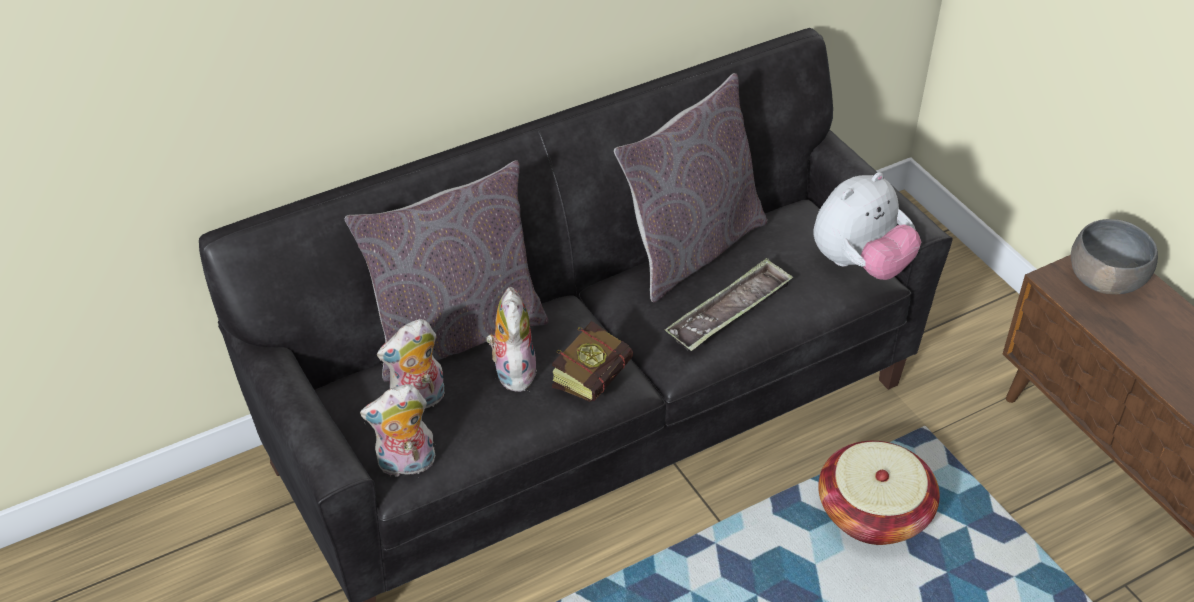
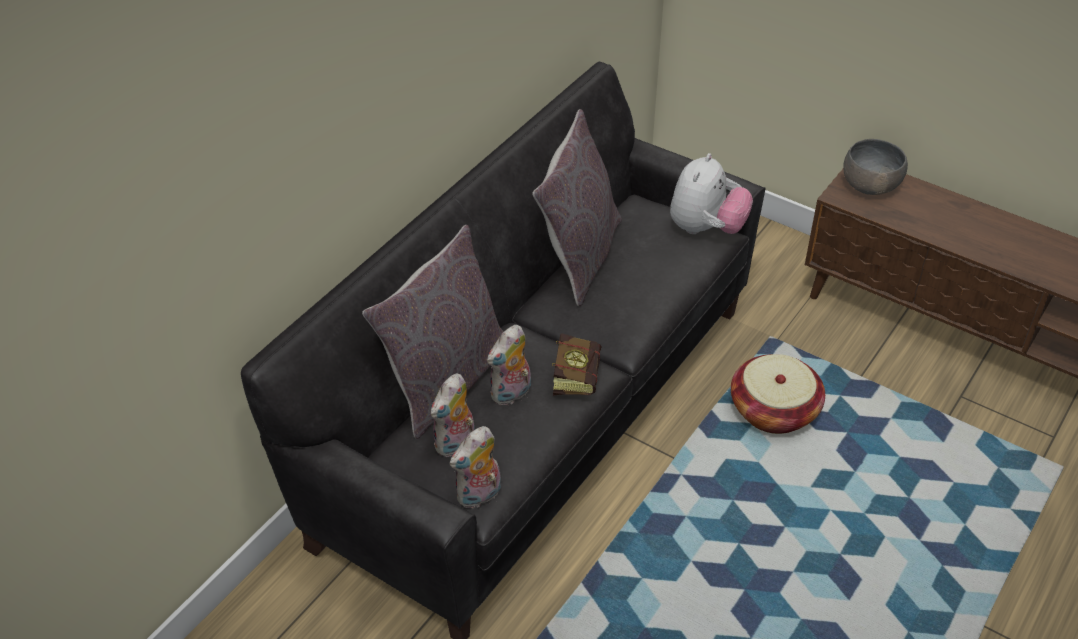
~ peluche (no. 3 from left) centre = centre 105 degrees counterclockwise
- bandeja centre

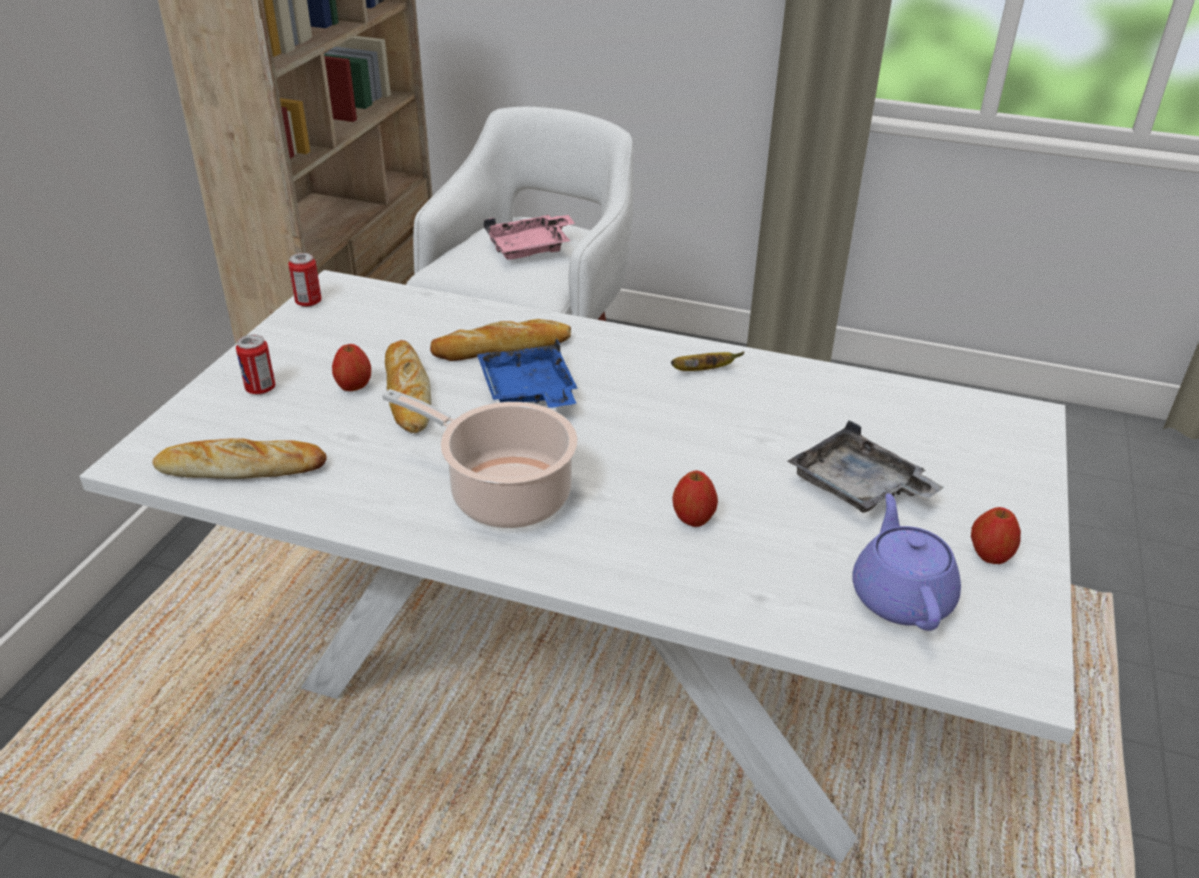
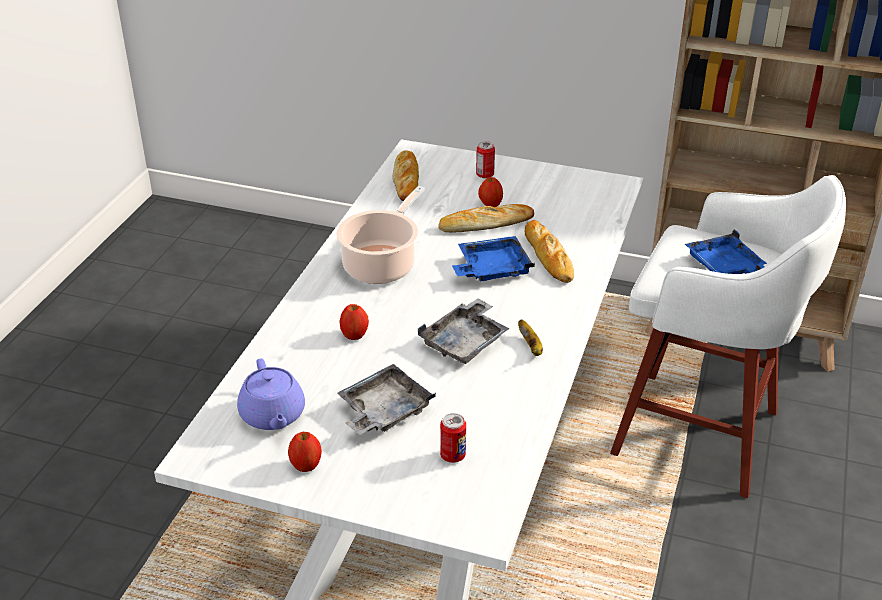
~ lata (no. 2 from left in the first image) top left to lata (no. 1 from left) bottom centre
~ bandeja/rosa top centre to bandeja/azul (no. 2 from left) middle right
~ tetera/morado middle right = middle left 75 degrees clockwise
+ bandeja/gris (no. 2 from left) centre

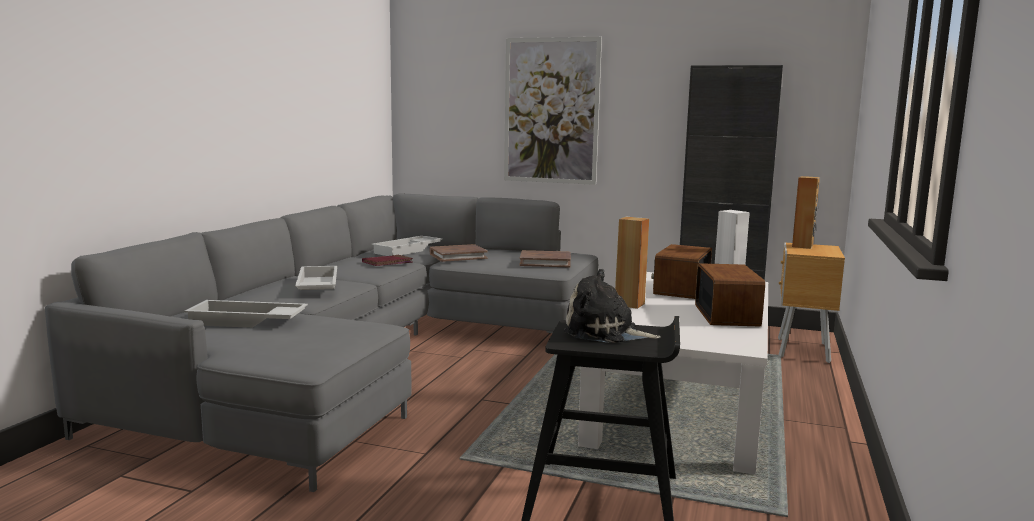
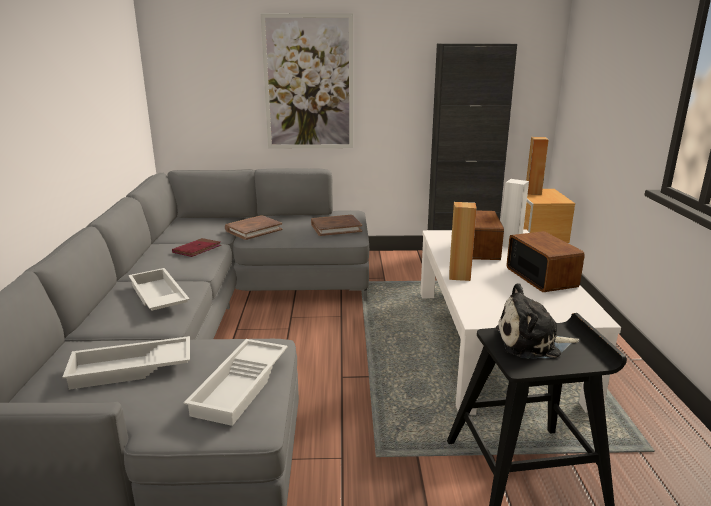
~ bandeja/blanco (no. 3 from left) centre to bottom left

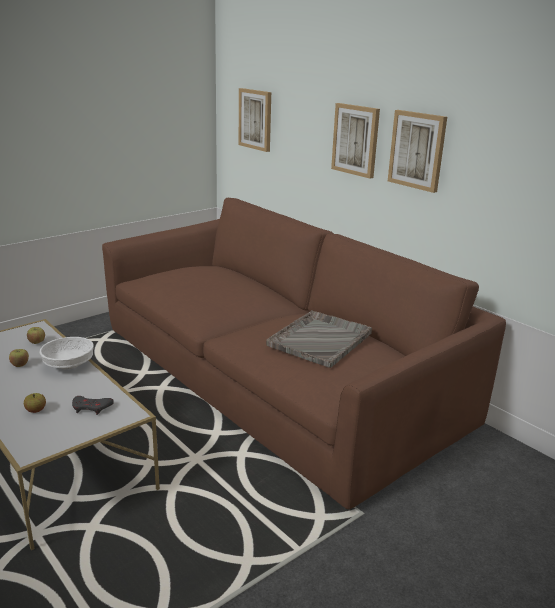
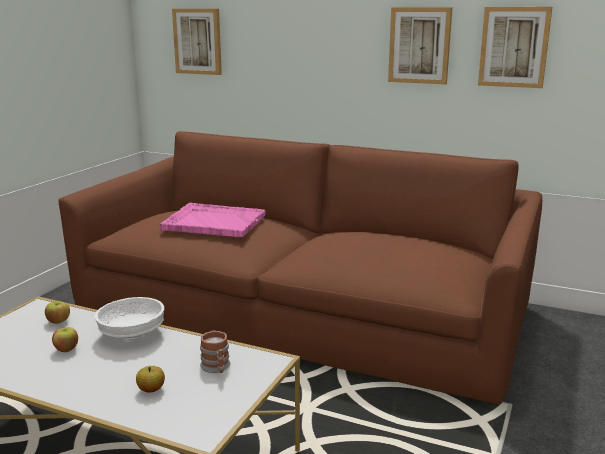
~ mando de consola/gris middle left to taza grande bottom centre
- bandeja/gris centre
~ cuadro (no. 2 from left in the first image) top centre to cuadro (no. 3 from left) top right
+ bandeja/rosa centre

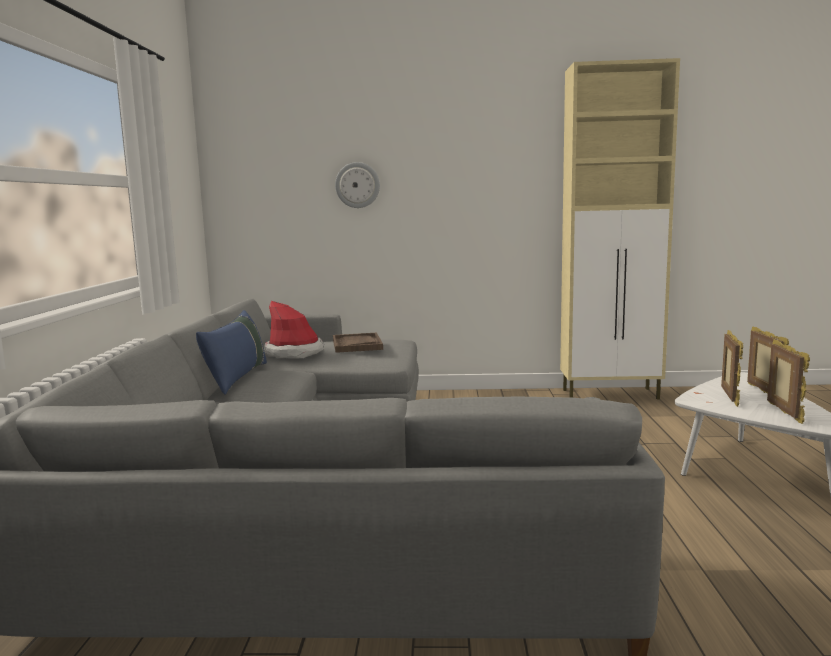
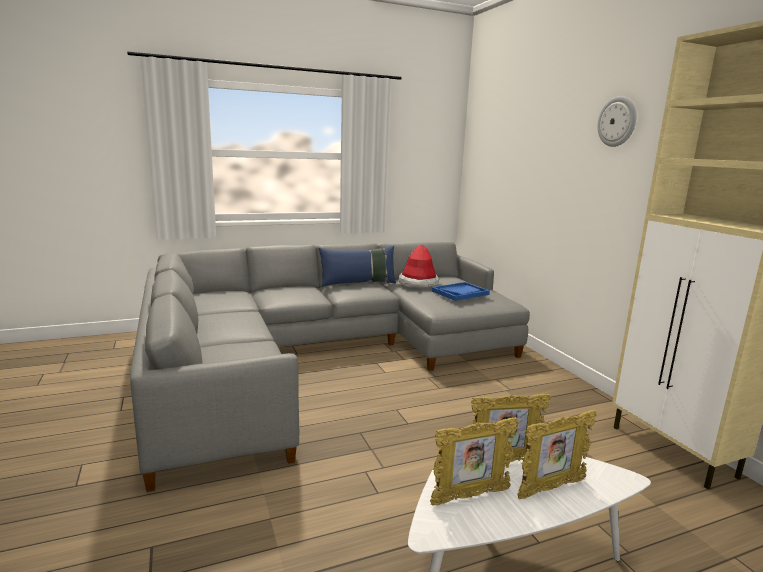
~ bandeja/marrón centre to bandeja/azul centre
~ reloj de pared top centre to top right

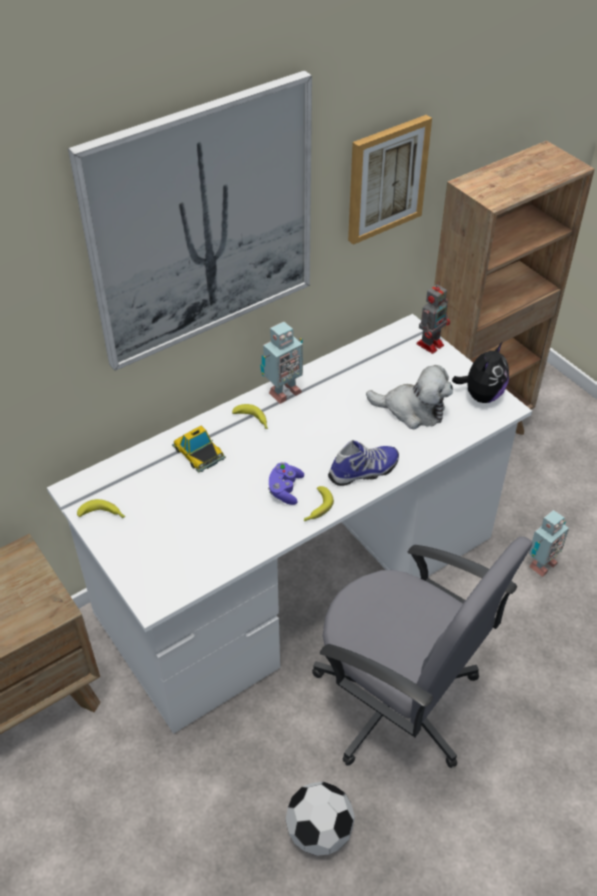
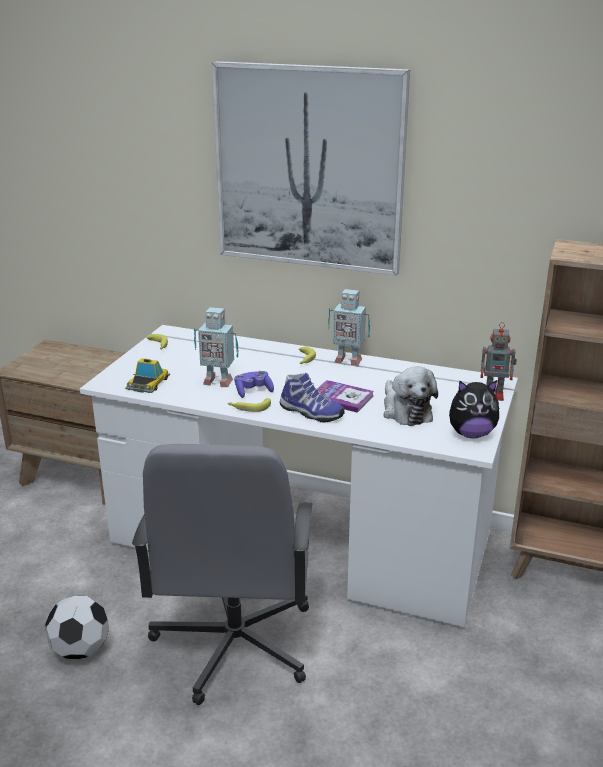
~ coche de juguete centre to middle left
- cuadro (no. 2 from left) top centre
~ robot de juguete (no. 3 from left in the first image) middle right to robot de juguete (no. 1 from left) centre
+ libro centre

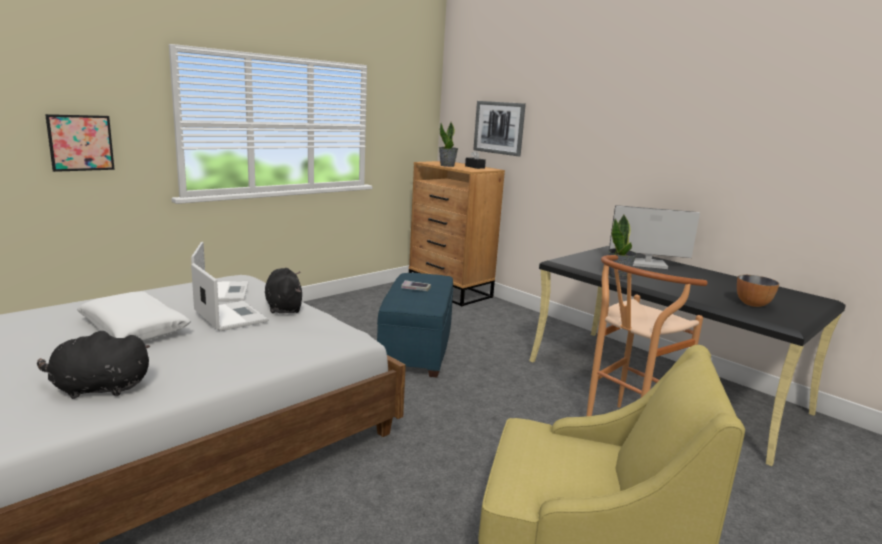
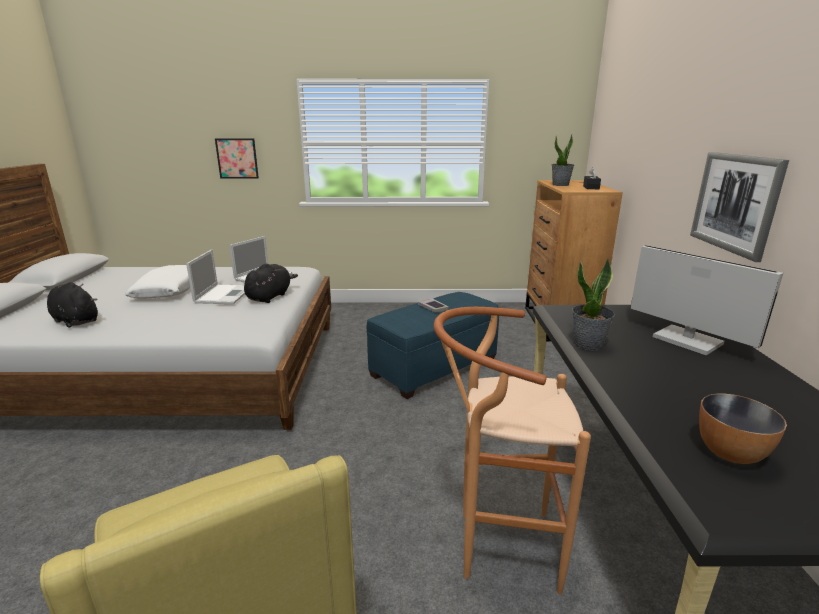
~ cuadro (no. 2 from left) top centre to middle right

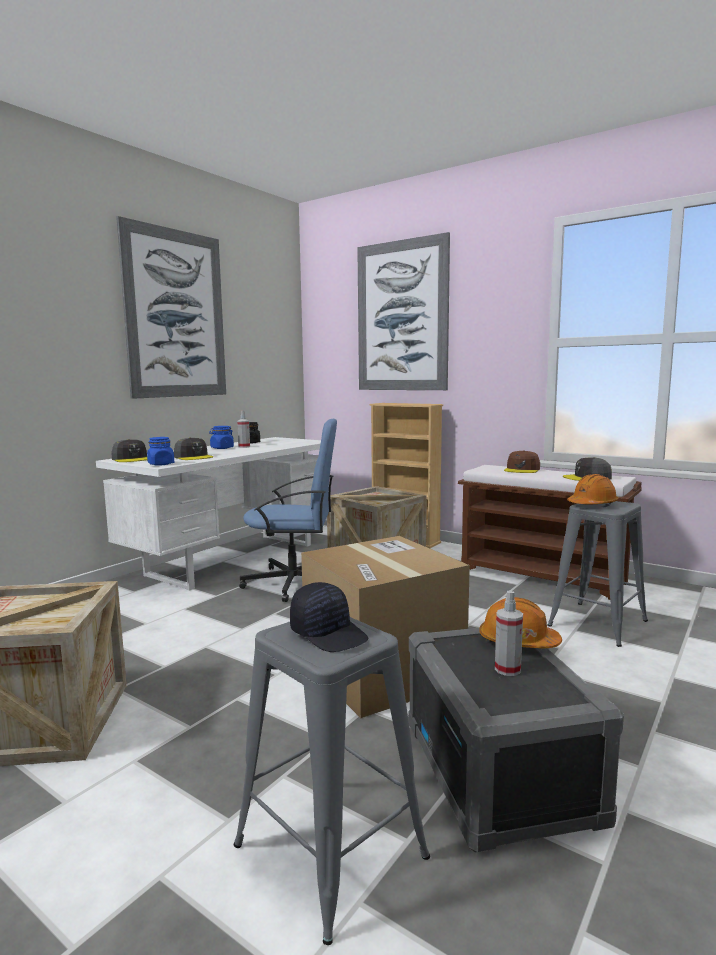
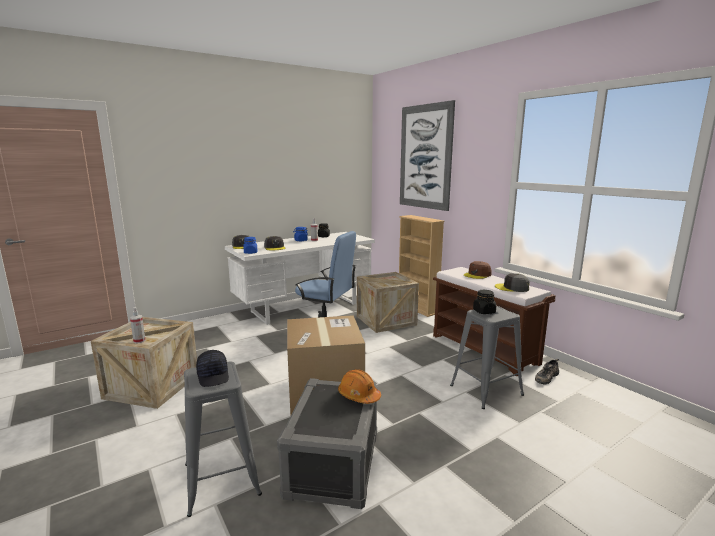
- cuadro (no. 1 from left) top left
~ pulverizador (no. 2 from left in the first image) middle right to pulverizador (no. 1 from left) middle left
~ casco/naranja (no. 2 from left) middle right to tarro/negro (no. 2 from left) middle right
+ zapato bottom right

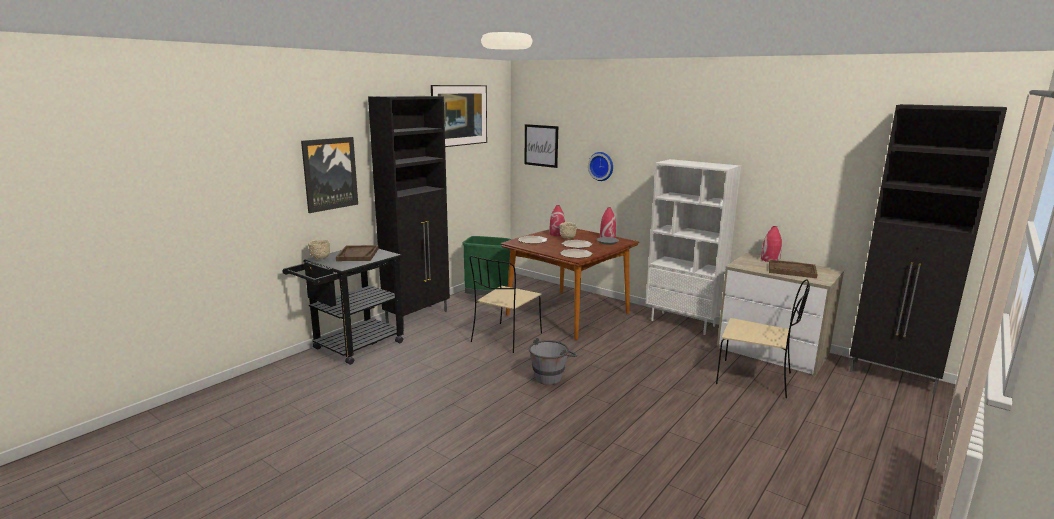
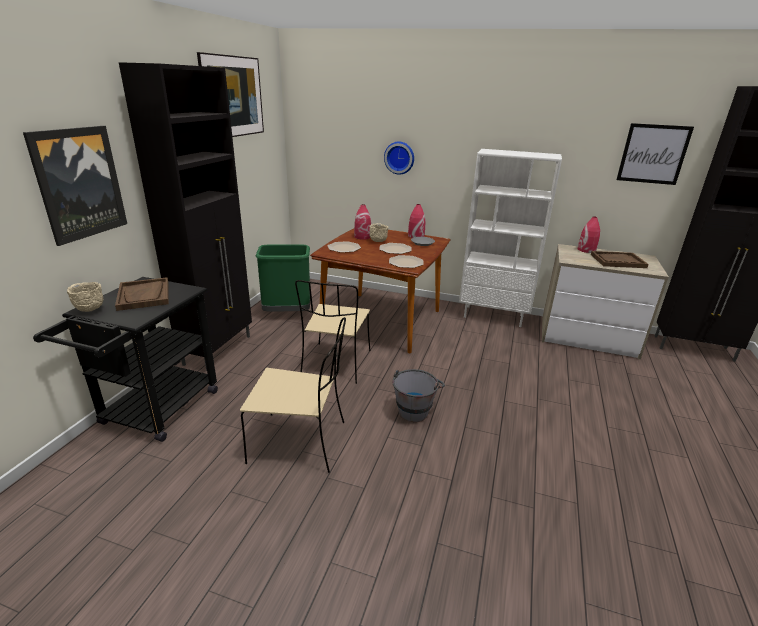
~ cuadro (no. 3 from left) top centre to top right
~ silla/beis (no. 2 from left in the first image) middle right to silla/beis (no. 1 from left) centre

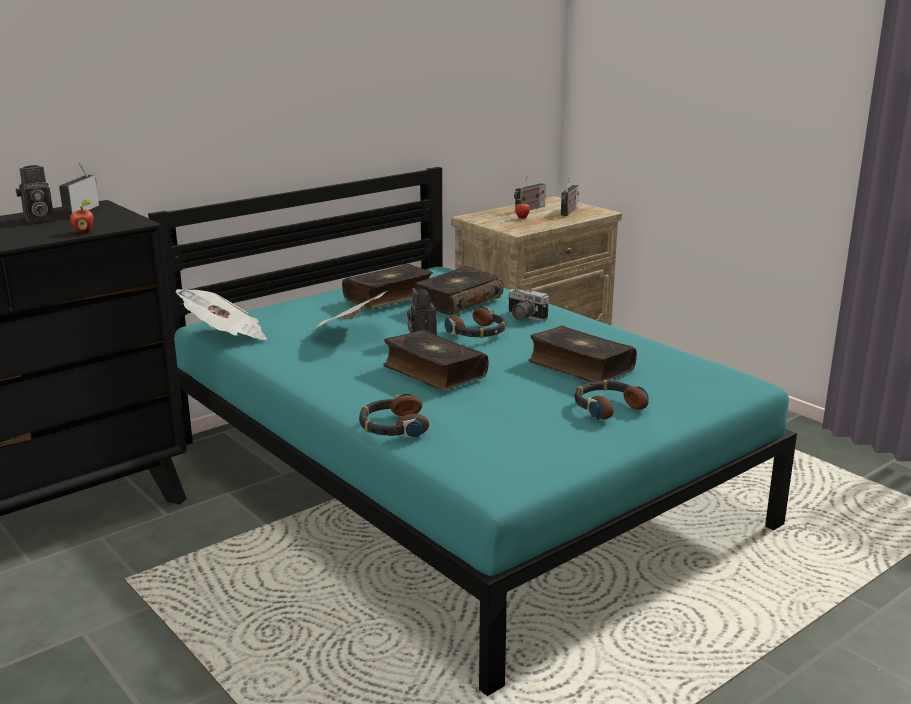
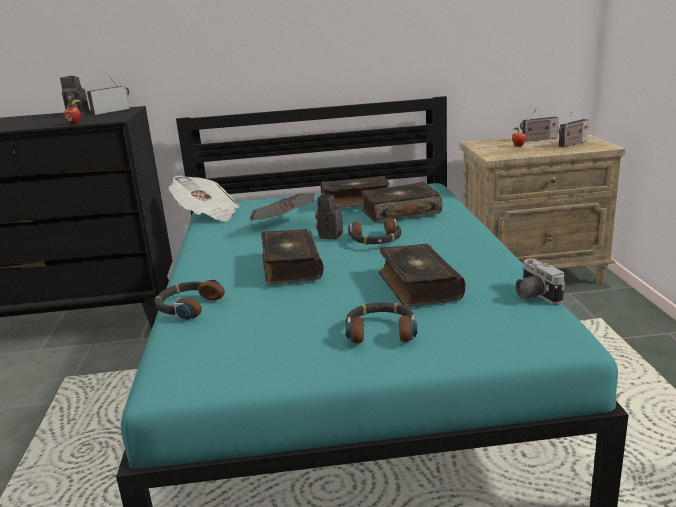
~ cámara (no. 3 from left) centre to middle right

